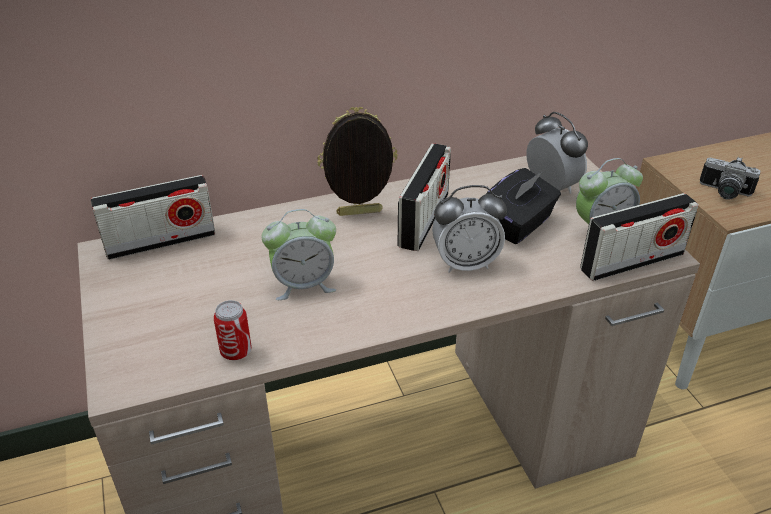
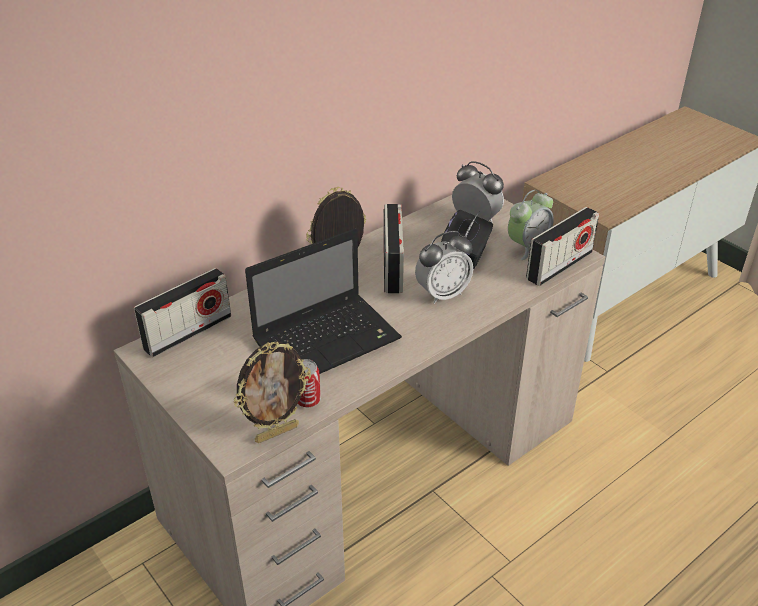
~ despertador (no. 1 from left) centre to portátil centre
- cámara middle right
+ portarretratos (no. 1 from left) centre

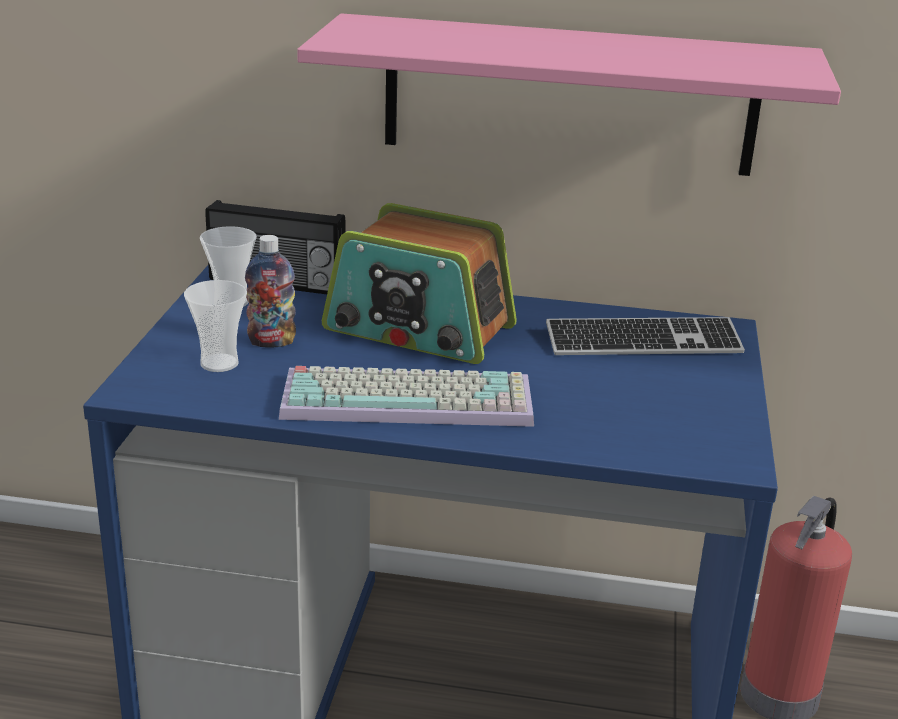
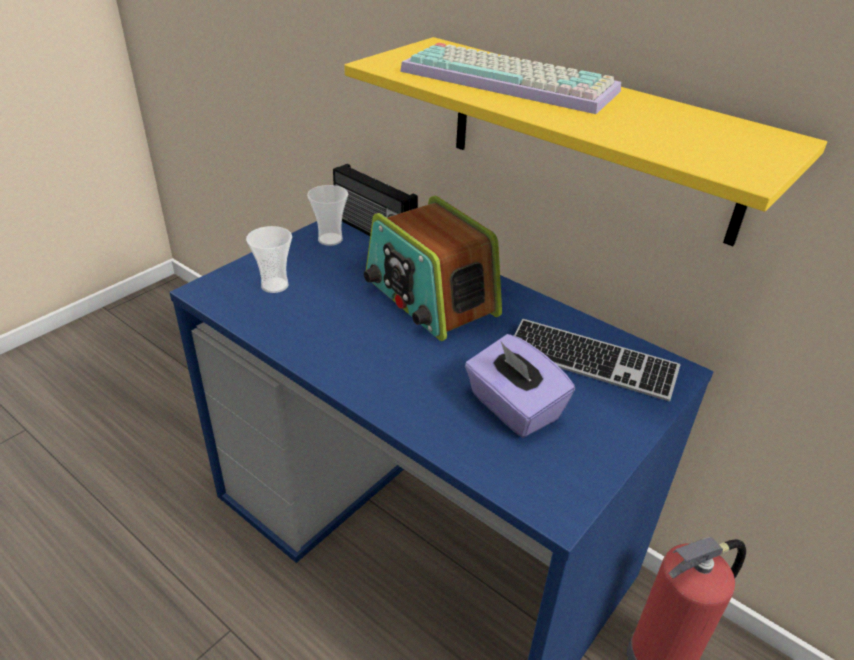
- botella middle left
~ teclado (no. 1 from left) centre to top centre
~ estante/rosa top centre to estante/amarillo top right
+ caja de pañuelos/morado centre

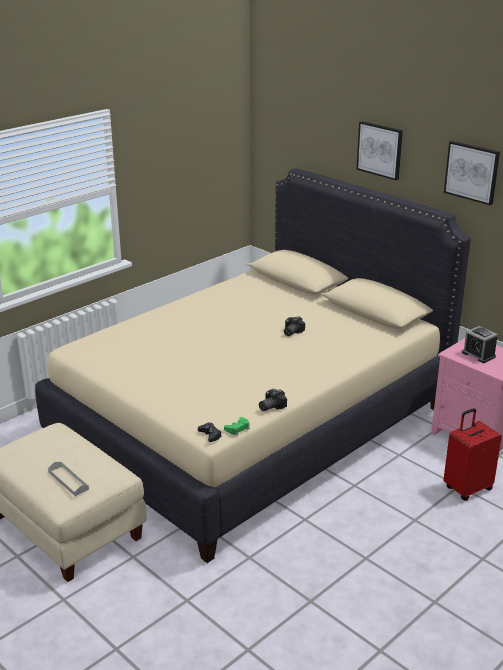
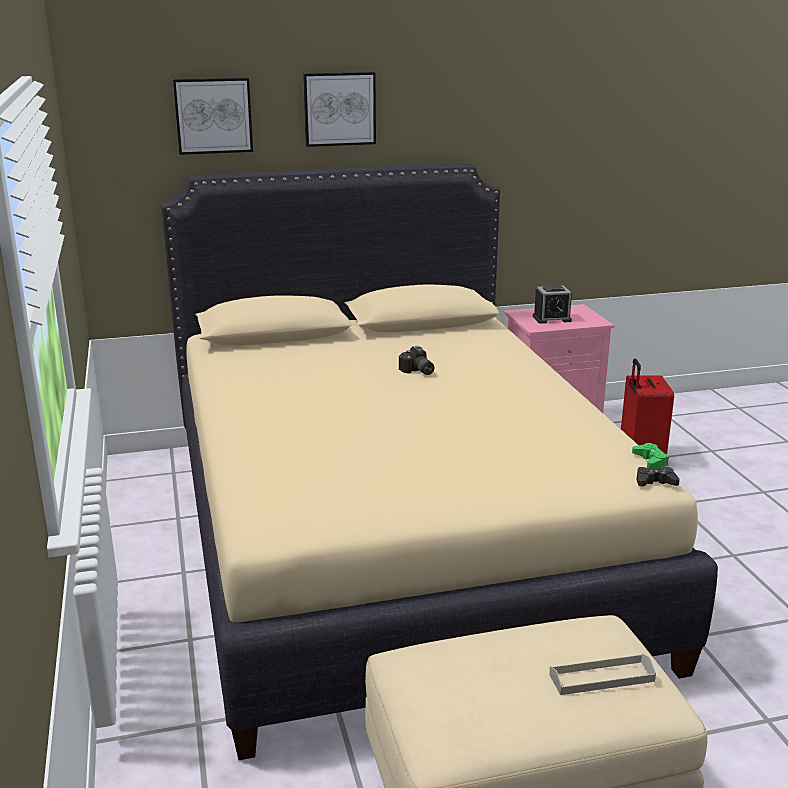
- cámara (no. 1 from left) centre
~ cuadro (no. 2 from left in the first image) top right to cuadro (no. 1 from left) top left

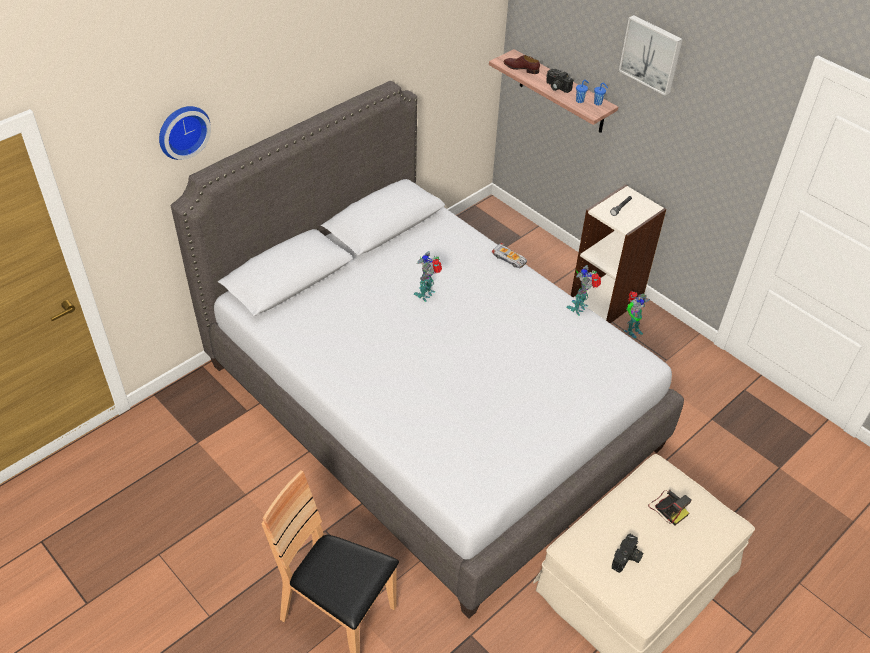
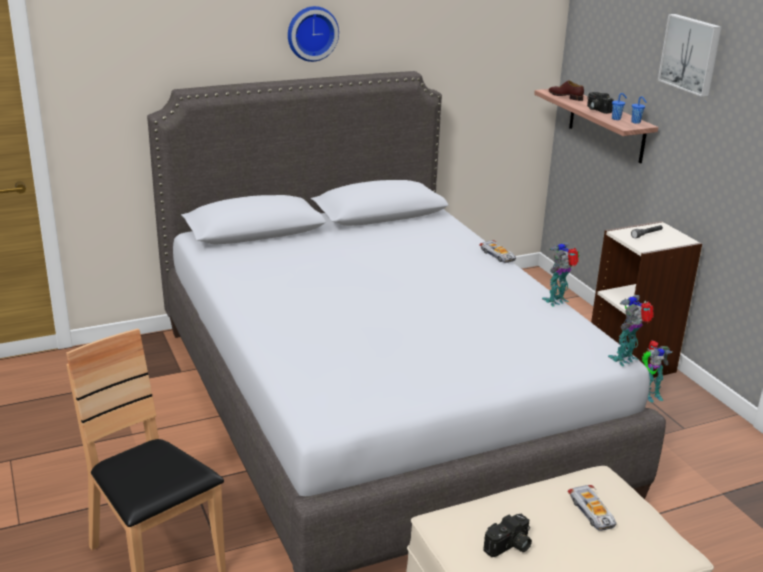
~ reloj de pared top left to top centre
~ robot de juguete (no. 1 from left in the first image) centre to robot de juguete (no. 2 from left) middle right
~ cámara (no. 3 from left) bottom right to coche de juguete (no. 2 from left) bottom right

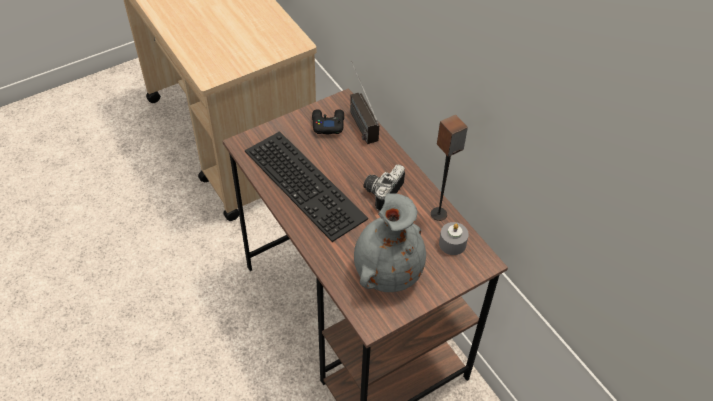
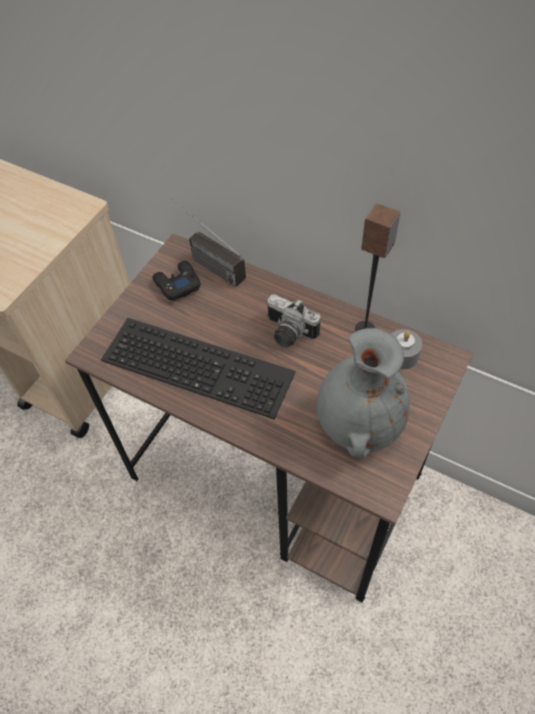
~ cámara centre = centre 60 degrees counterclockwise

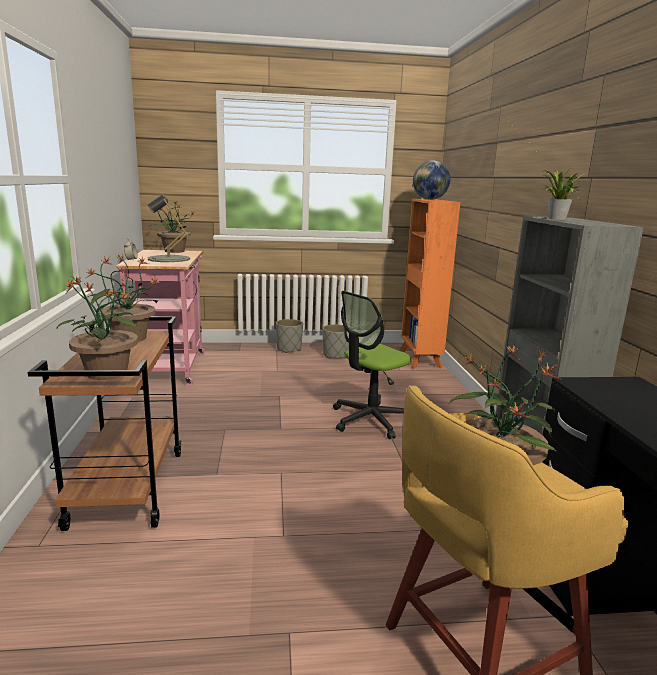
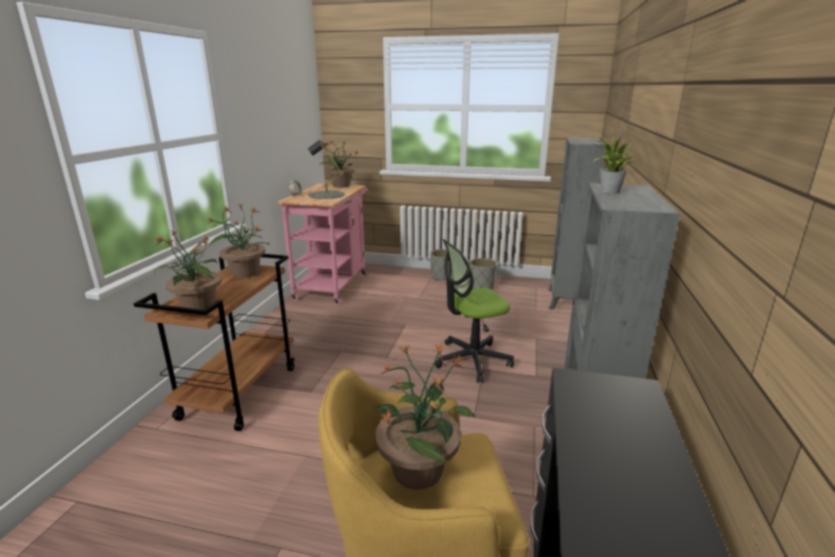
~ estantería/naranja centre to estantería/gris (no. 1 from left) middle right
- globo terráqueo top centre

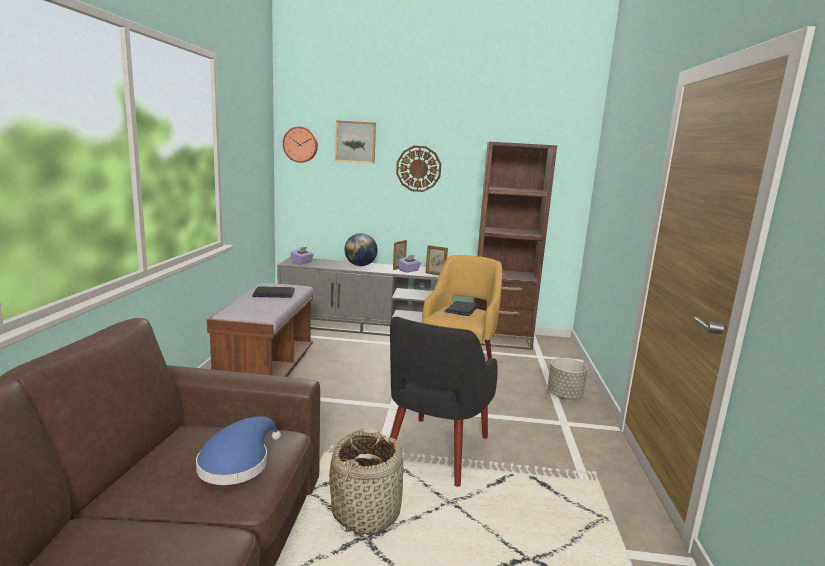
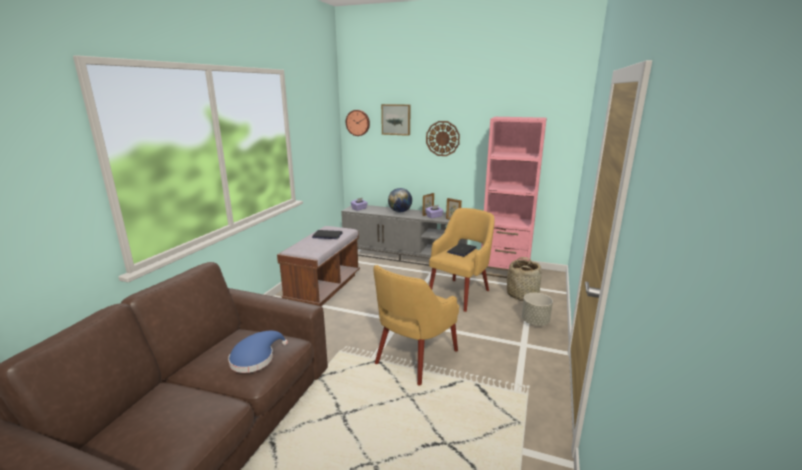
~ cesta bottom centre to centre
~ sillón/negro bottom centre to sillón/amarillo (no. 1 from left) bottom centre
~ estantería/marrón centre to estantería/rosa centre

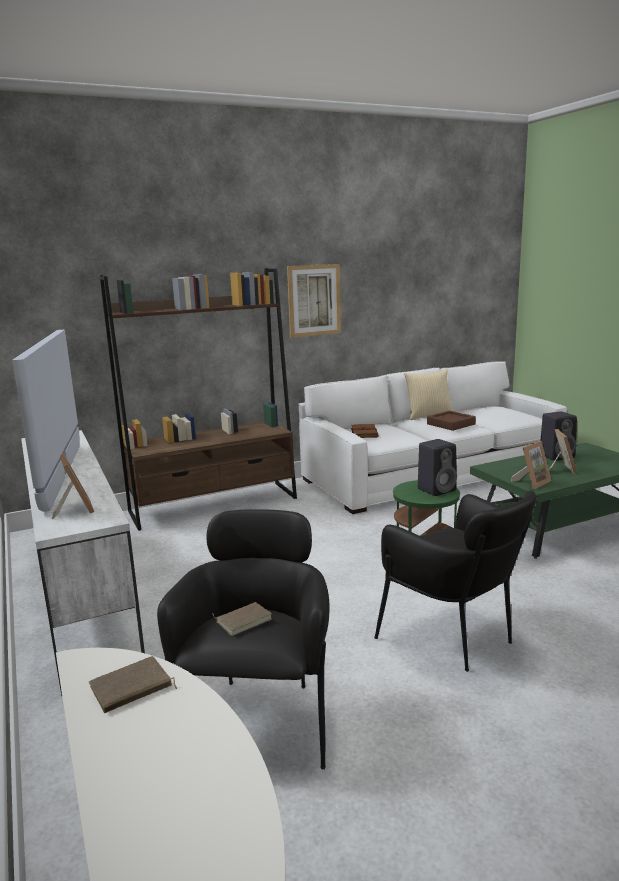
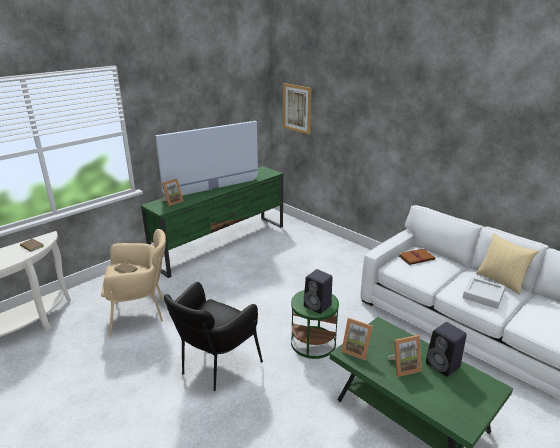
~ mueble de televisión/blanco middle left to mueble de televisión/verde centre
- estantería/marrón middle left
~ sillón/negro (no. 1 from left) bottom centre to sillón/beis middle left
~ cuadro centre to top centre
~ bandeja/marrón middle right to bandeja/gris middle right

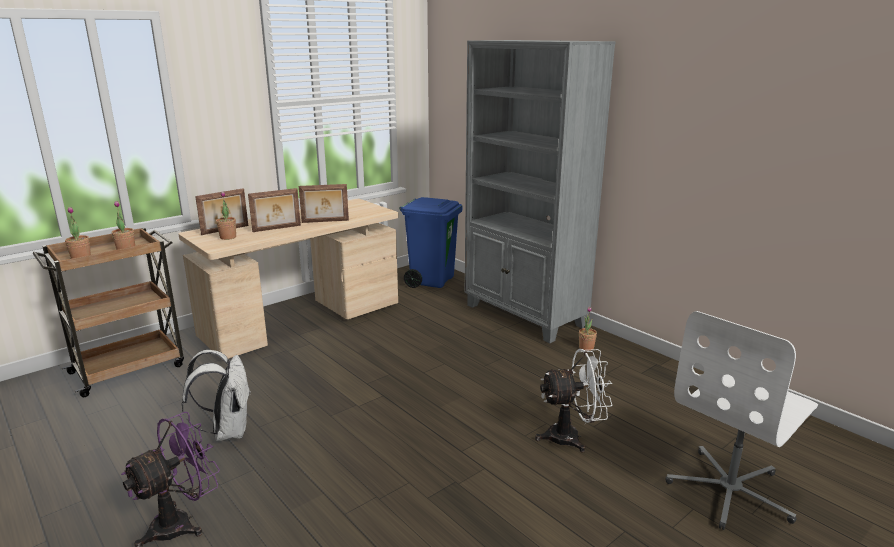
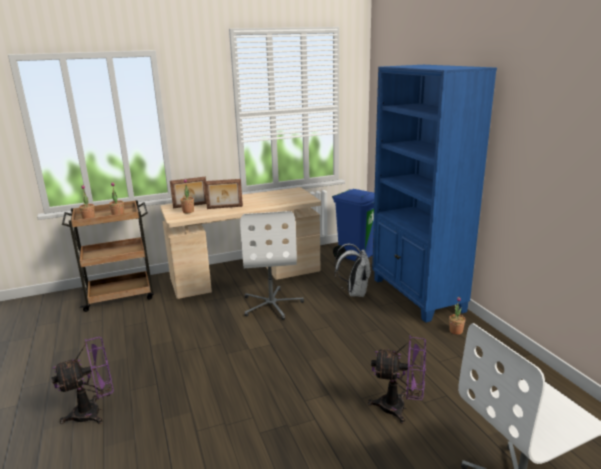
~ mochila/blanco bottom left to centre
- portarretratos (no. 3 from left) centre
~ estantería/gris centre to estantería/azul middle right
~ ventilador/blanco bottom centre to ventilador/morado (no. 2 from left) bottom centre
+ silla de oficina/blanco (no. 1 from left) centre

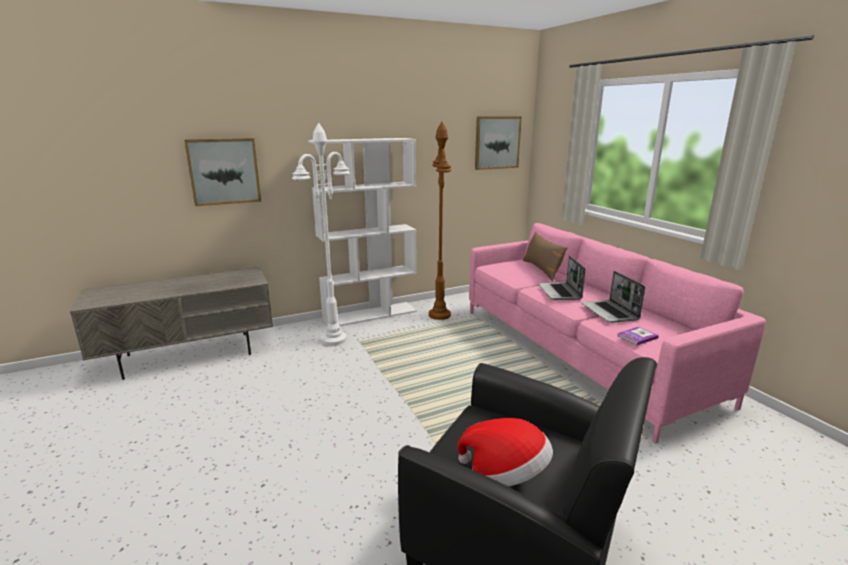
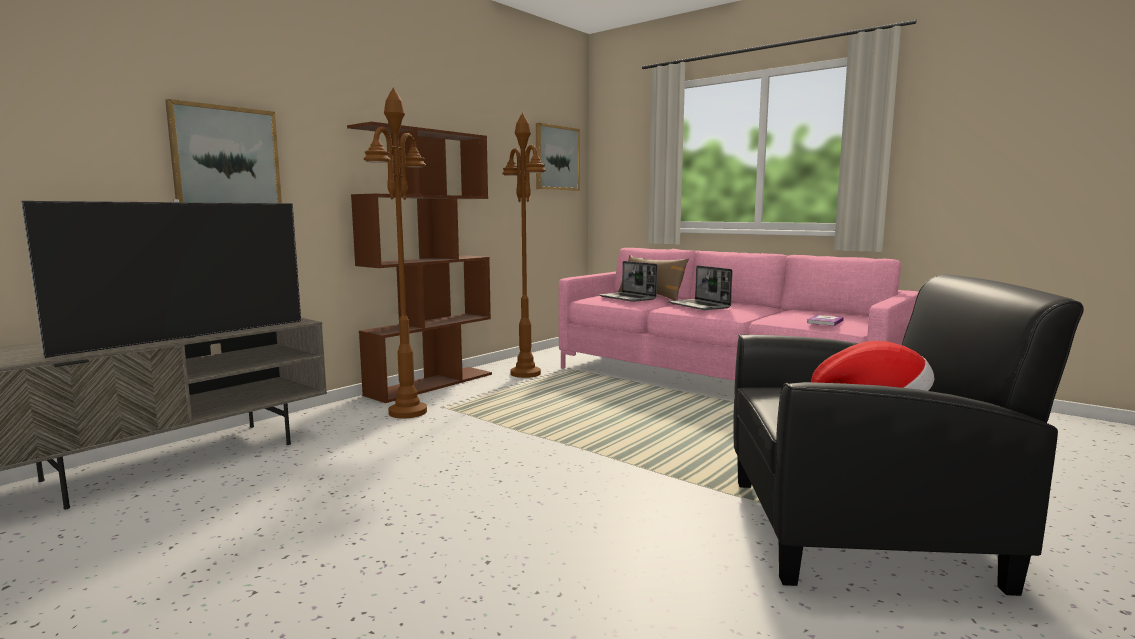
~ lámpara de pie/blanco centre to lámpara de pie/marrón (no. 1 from left) centre
~ estantería/blanco centre to estantería/marrón centre
~ portátil (no. 2 from left in the first image) middle right to portátil (no. 1 from left) centre
+ televisor middle left

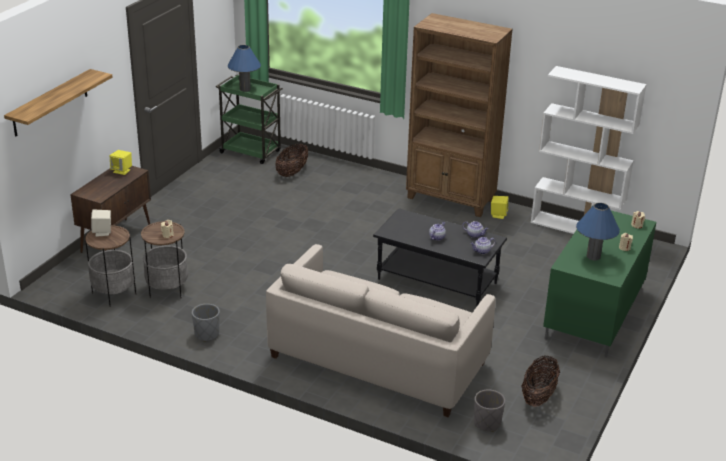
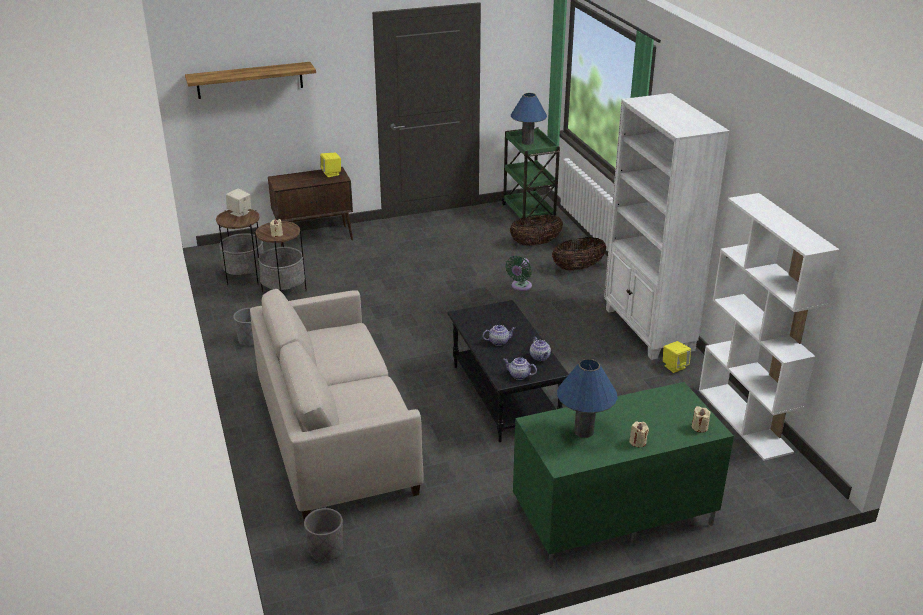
~ estantería/marrón top centre to estantería/blanco (no. 1 from left) middle right
~ cesta (no. 2 from left) bottom right to centre
+ ventilador/verde centre

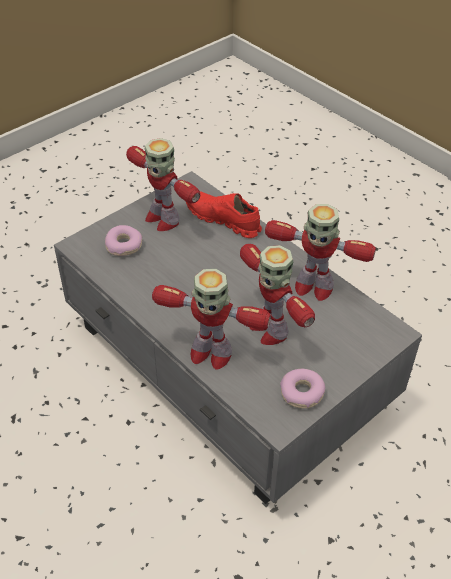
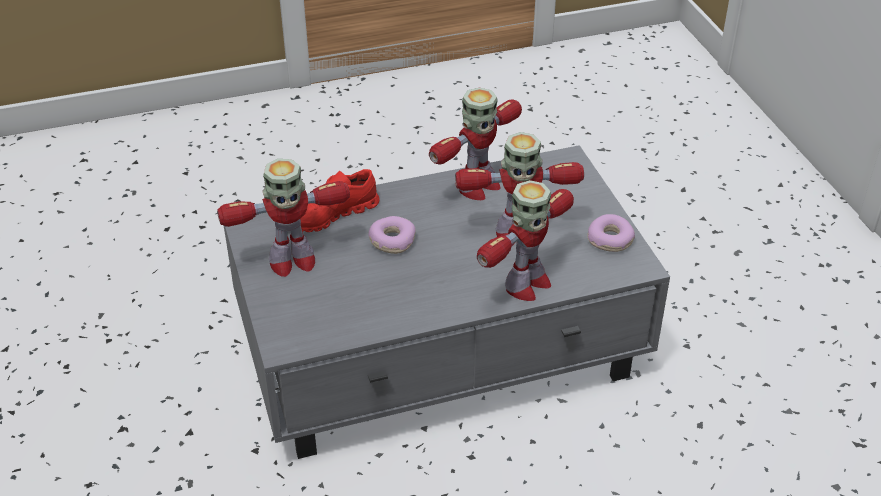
~ rosquilla (no. 1 from left) middle left to centre

